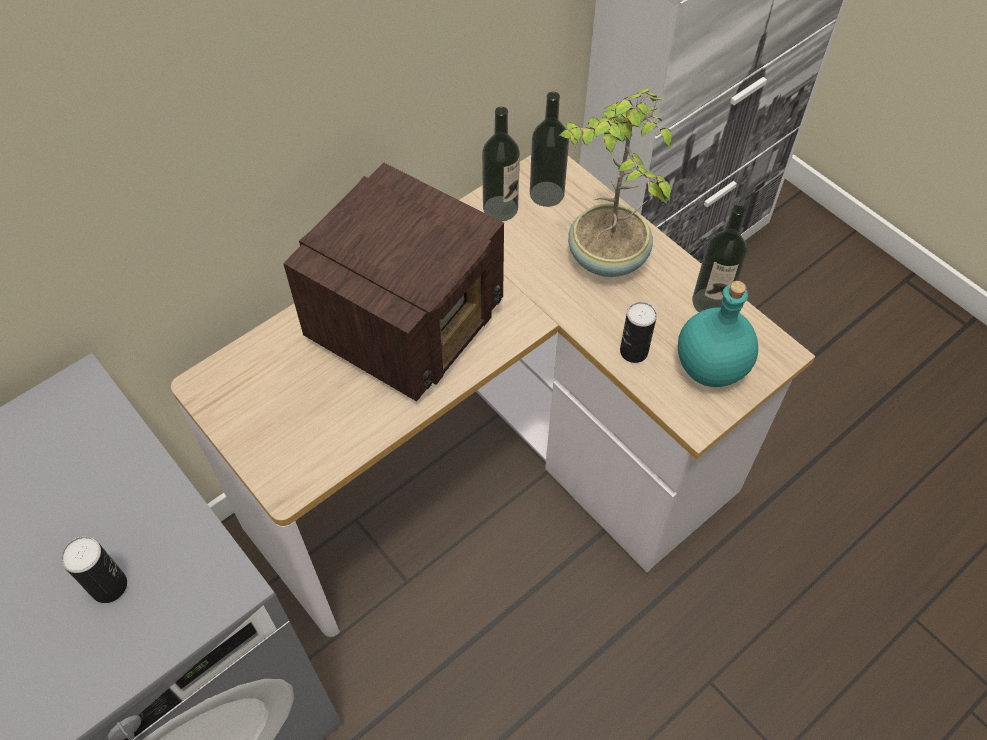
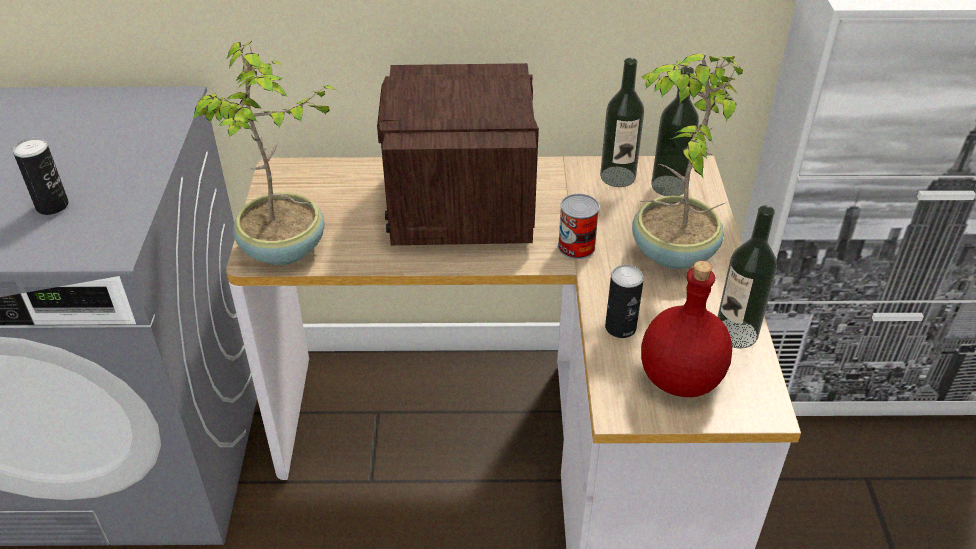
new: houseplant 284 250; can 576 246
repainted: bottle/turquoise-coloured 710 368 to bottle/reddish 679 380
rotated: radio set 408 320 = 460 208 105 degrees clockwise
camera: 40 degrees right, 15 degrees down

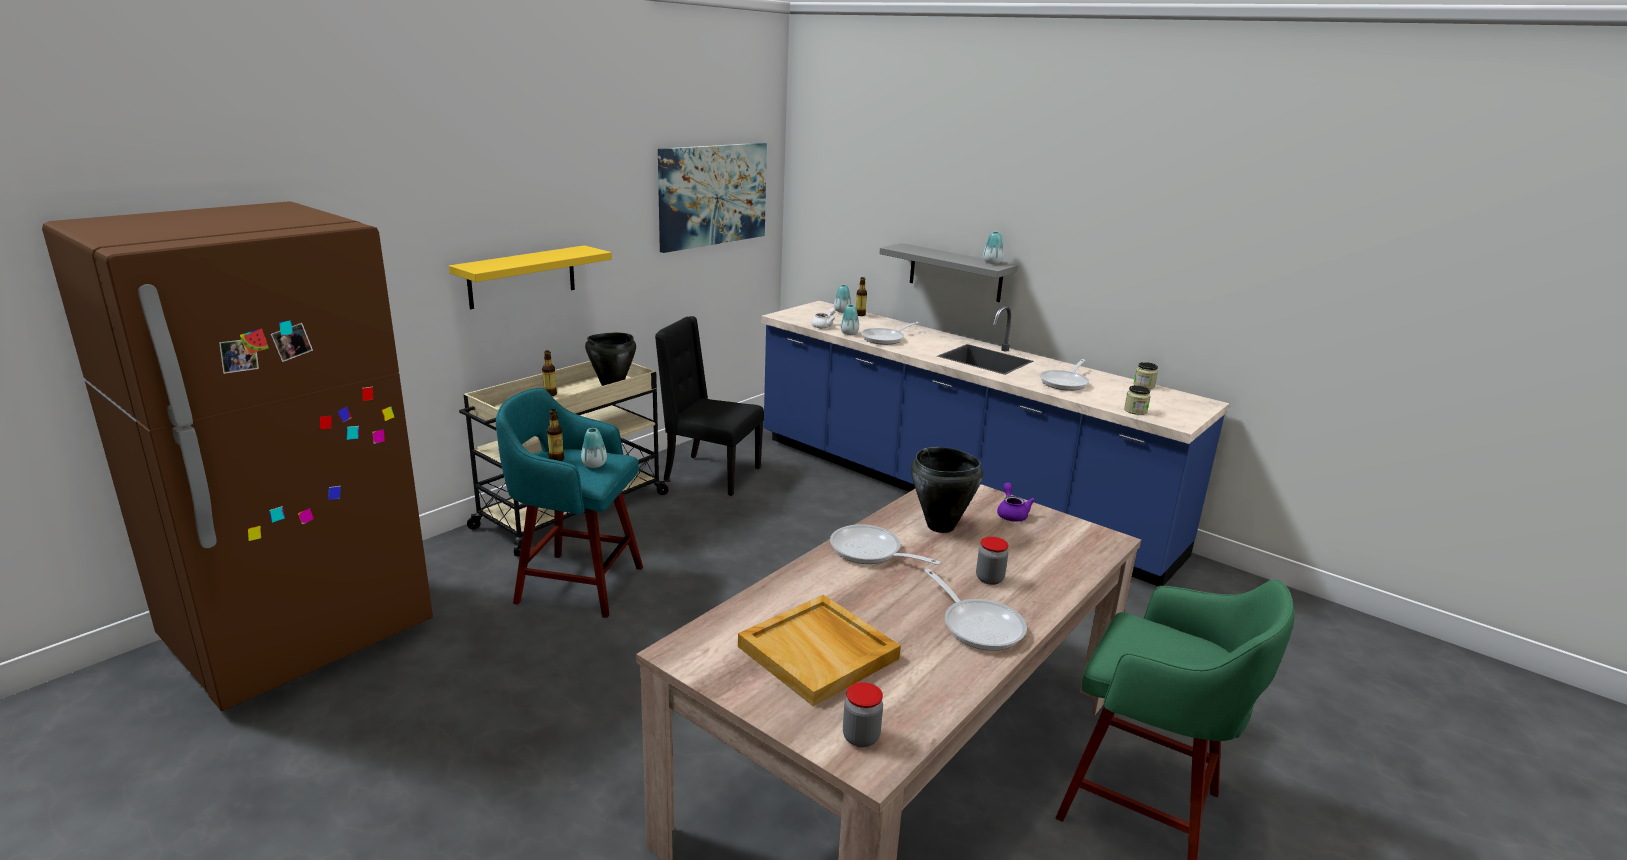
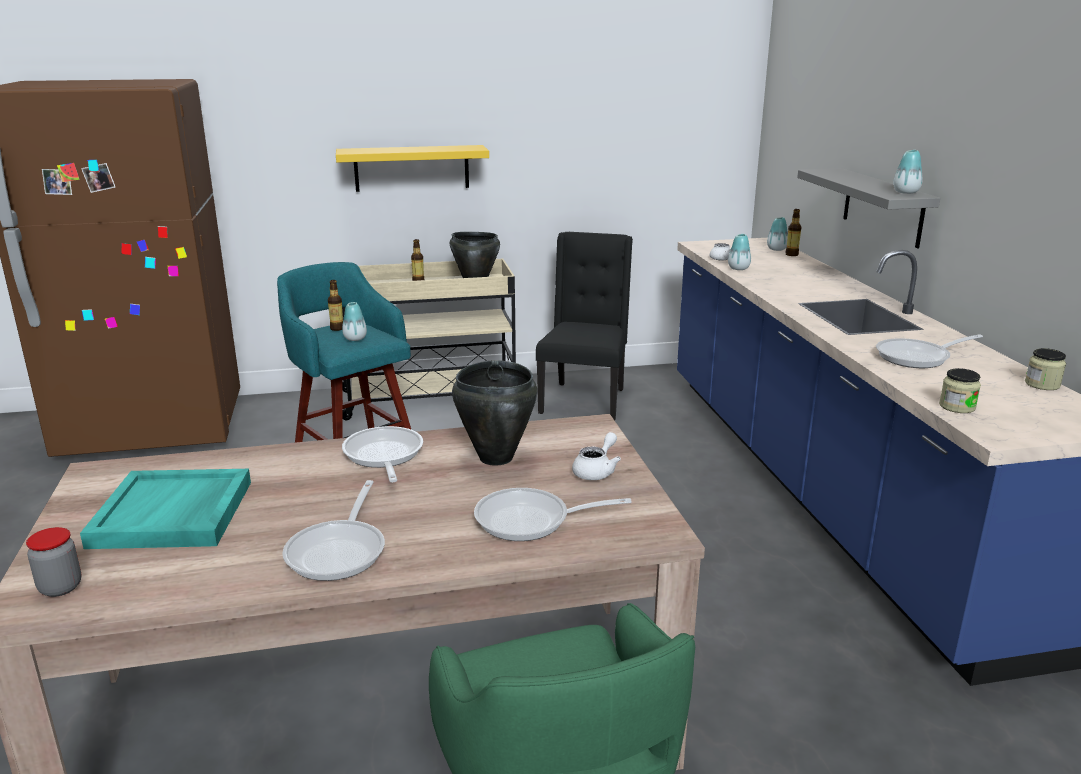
gone: picture 713 195; storage jar 989 579
shifted: frying pan 886 338 to 531 521
repainted: carrying tray/beige 820 653 to carrying tray/turquoise-coloured 173 514; teapot/purplish 1011 514 to teapot/white-coloured 596 471
rotated: plain chair/black 710 474 = 584 400 45 degrees clockwise
camera: 40 degrees right, 0 degrees up

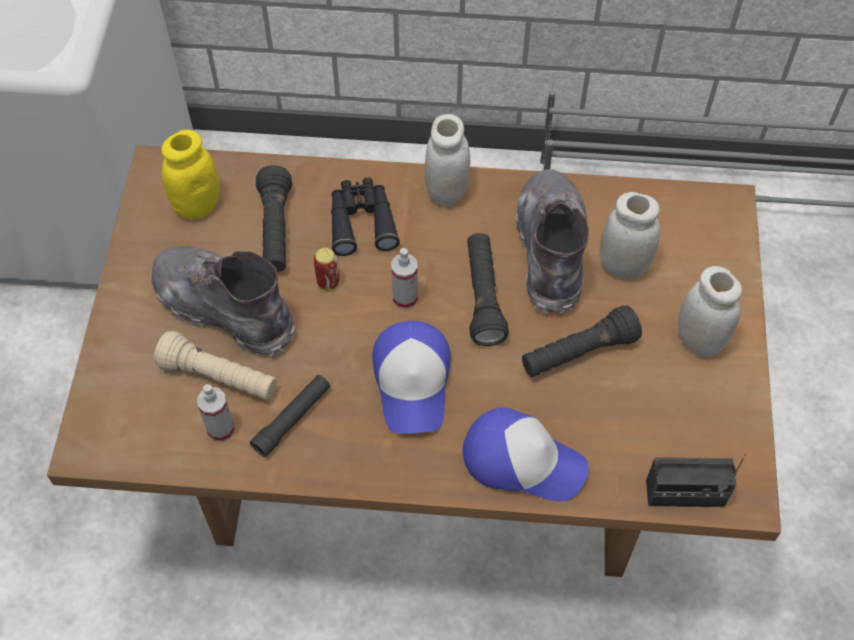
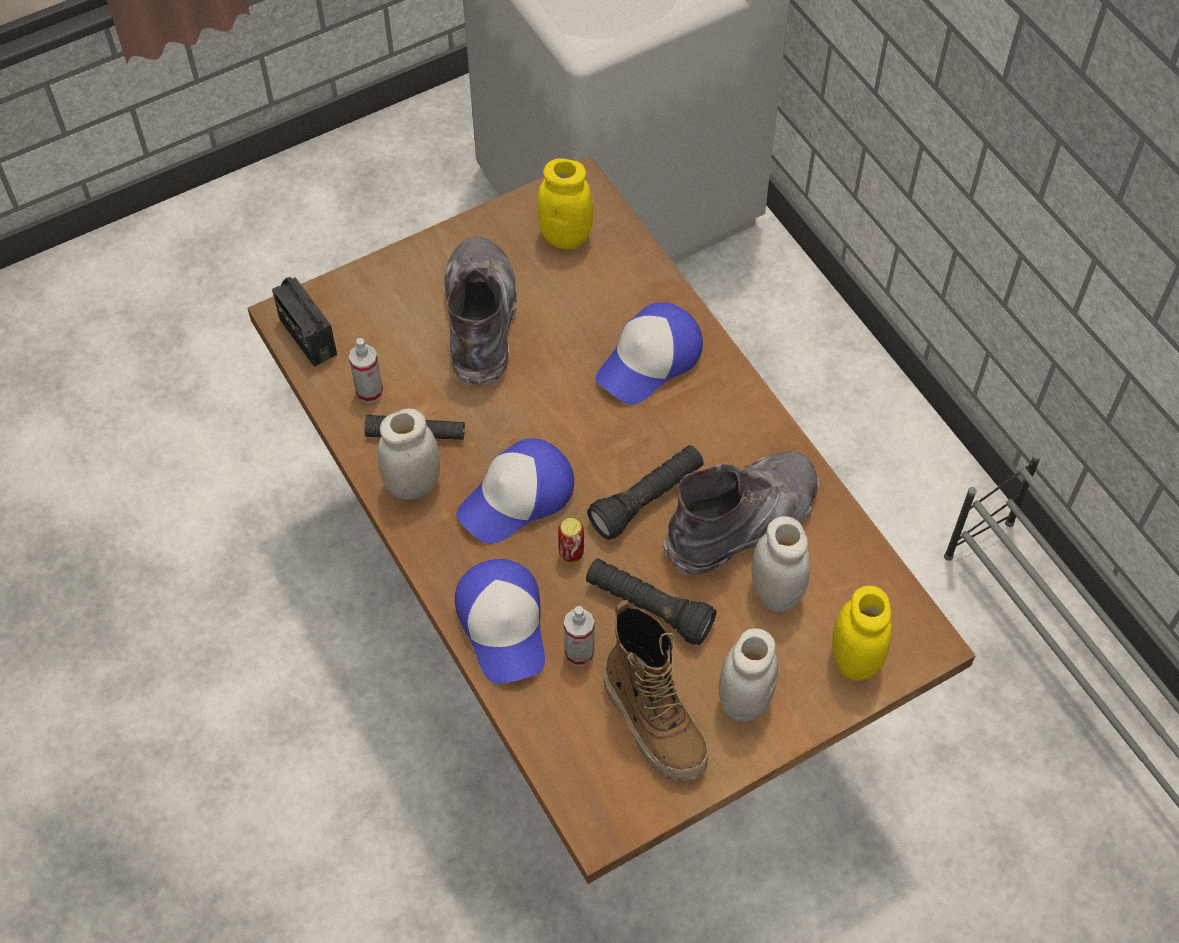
gone: flashlight/beige 219 377; flashlight/black 276 230
new: boot 654 723; storage jar/yellowish 854 659
shifted: can 328 283 to 571 554; hand sprayer 405 298 to 579 653; storage jar/white-coloured 446 191 to 413 484; radio set 685 494 to 307 337
swapped: pair of binoculars/black 361 221 to peaked cap 650 361
camera: 55 degrees right, 0 degrees up

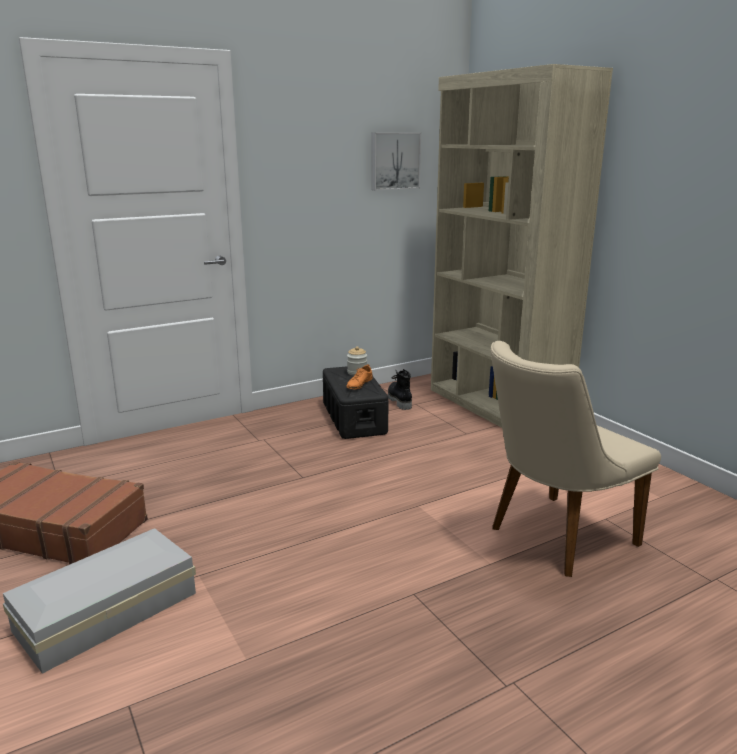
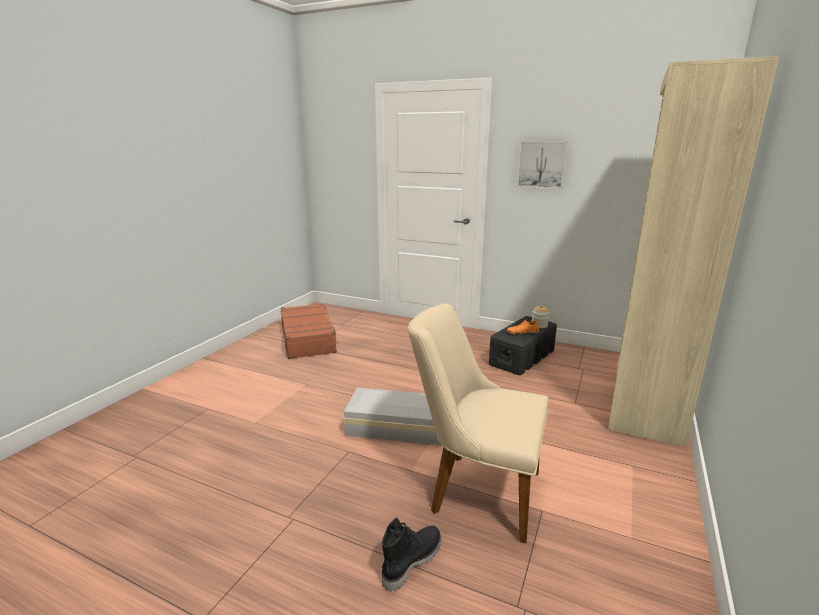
shifted: storage container/white-coloured 103 612 to 396 425; picture 394 161 to 542 164; boot/black 399 400 to 411 561
camera: 55 degrees right, 0 degrees up

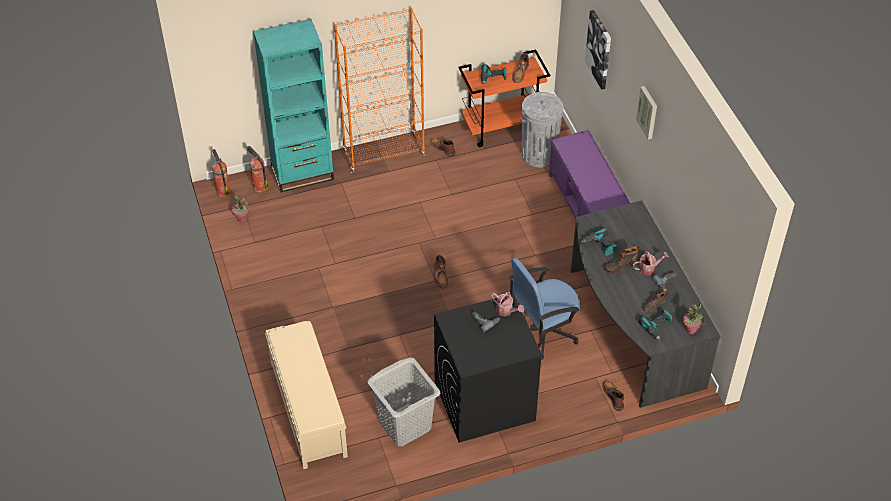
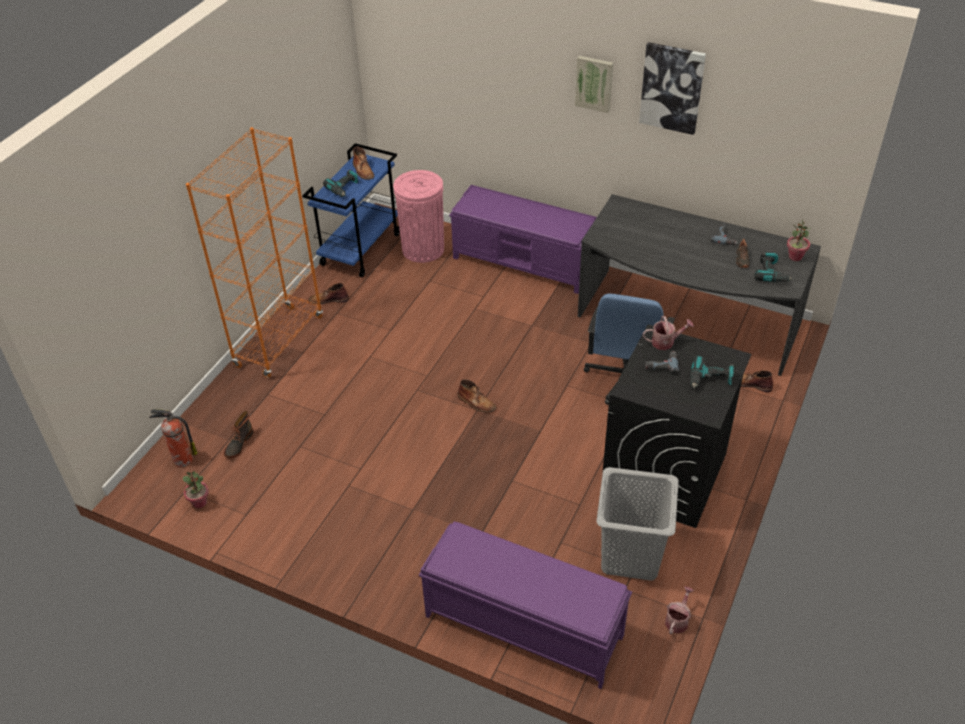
gone: fire-fighting cylinder 223 191; shelving unit/turquoise-coloured 302 173
shifted: drill 600 245 to 710 380; picture 599 49 to 672 88; boot 619 265 to 238 444; watering can 649 268 to 677 620
repainted: indoor bench/beige 308 409 to indoor bench/purplish 522 625; cart/orange 502 126 to cart/blue 360 249; waste bin/gray 539 154 to waste bin/pink 423 249
camera: 45 degrees left, 5 degrees down

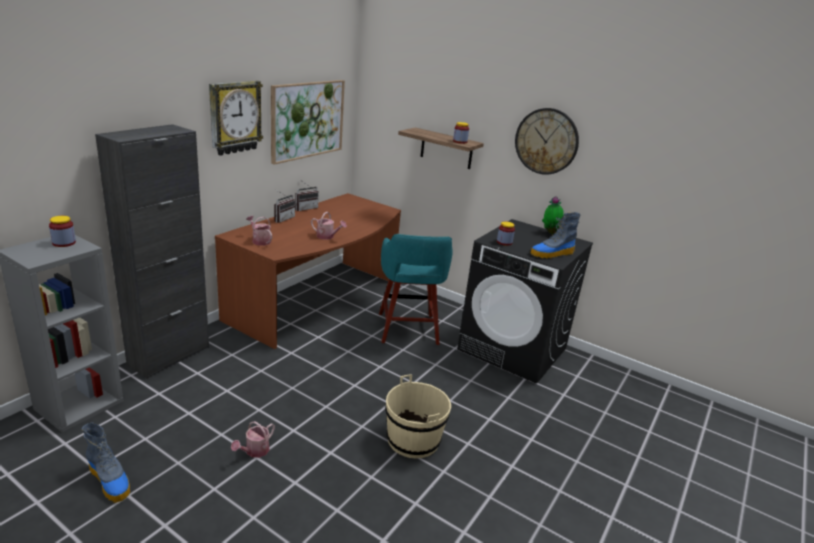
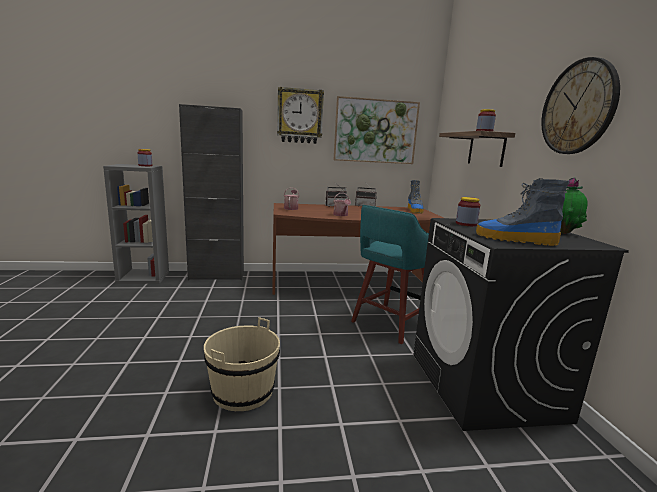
gone: watering can 254 451
shifted: boot 110 481 to 415 211
camera: 50 degrees right, 10 degrees down

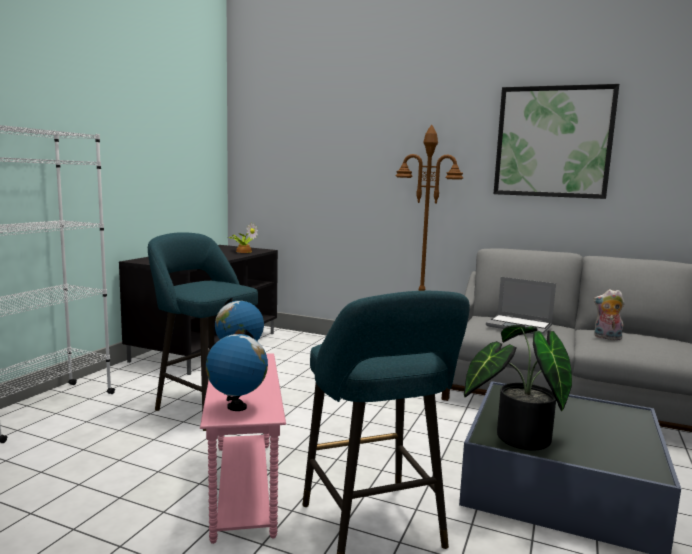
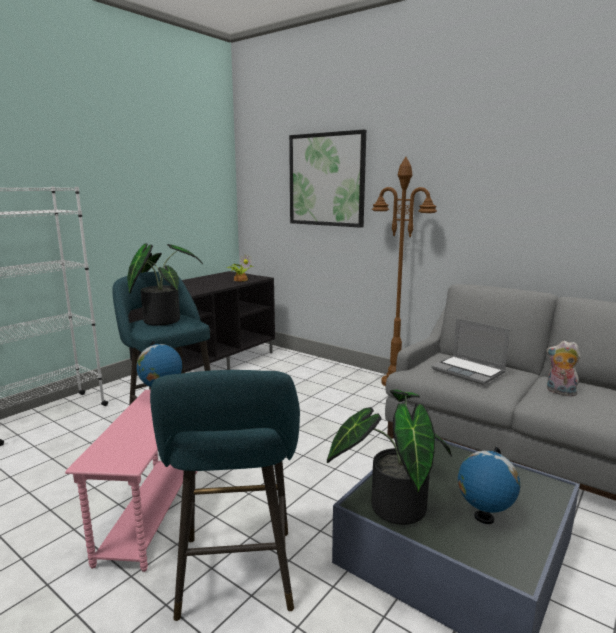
new: houseplant 162 319
shifted: desk globe 236 407 to 483 518; picture 553 142 to 326 180
camera: 15 degrees right, 5 degrees up

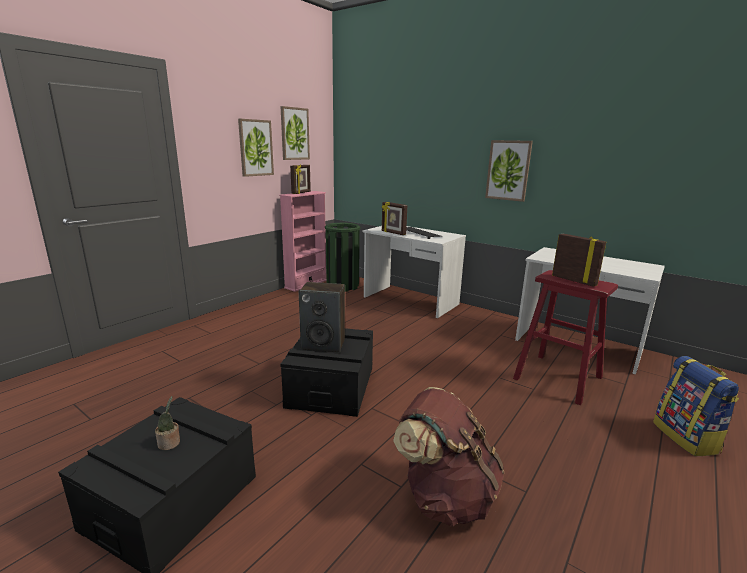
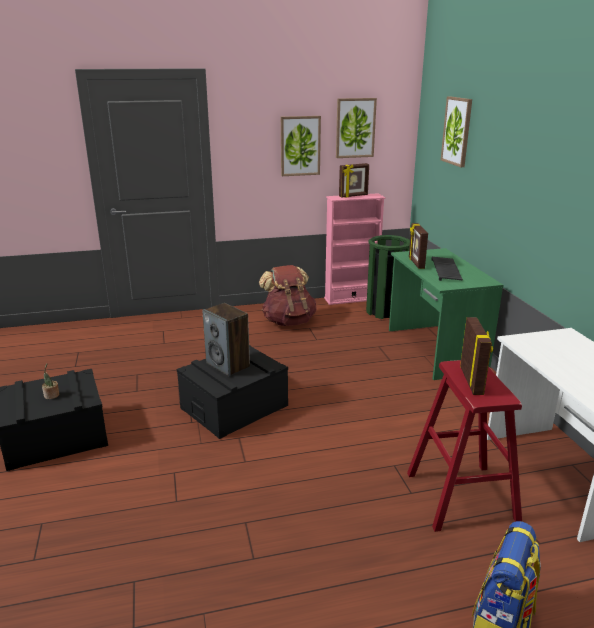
shifted: rucksack/brownish 445 496 to 288 321; picture 508 170 to 457 131
repainted: desk unit/white-coloured 410 301 to desk unit/green-coloured 434 350
camera: 40 degrees right, 5 degrees up

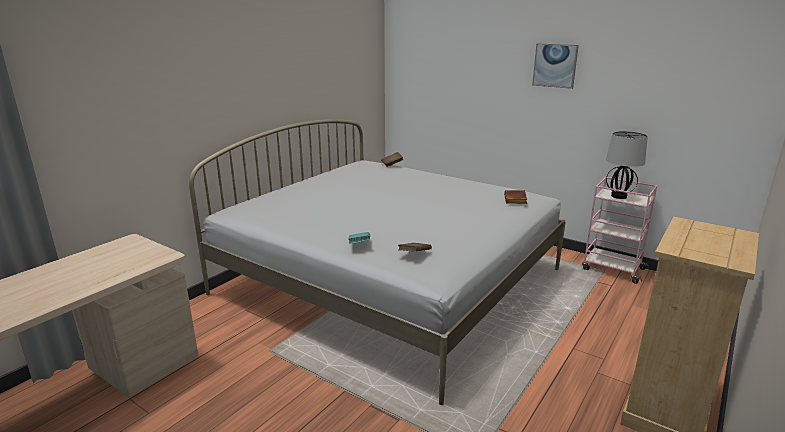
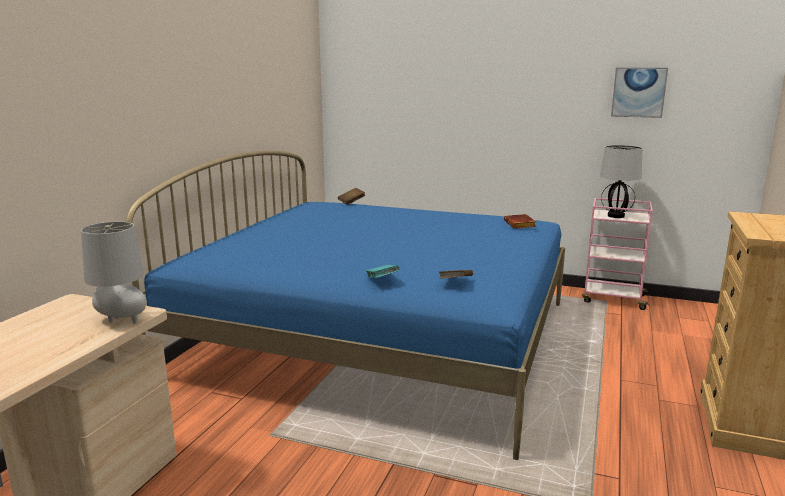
new: tabletop lamp/gray 120 321
shifted: picture 555 65 to 638 92
repainted: sleeping bed/white-coloured 389 281 to sleeping bed/blue 379 338
camera: 15 degrees left, 5 degrees down

